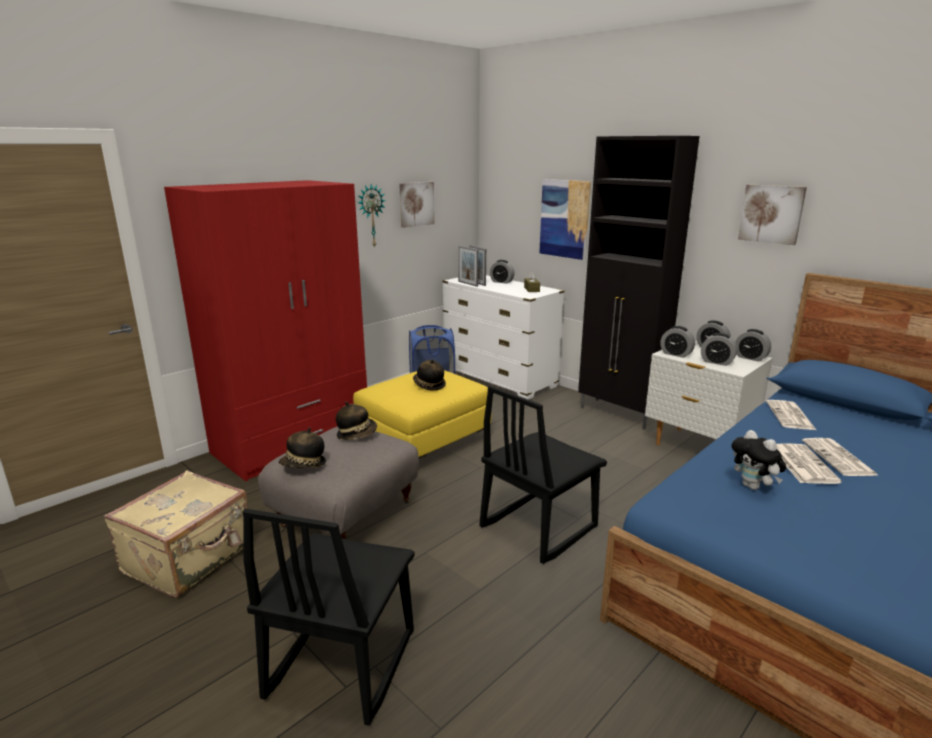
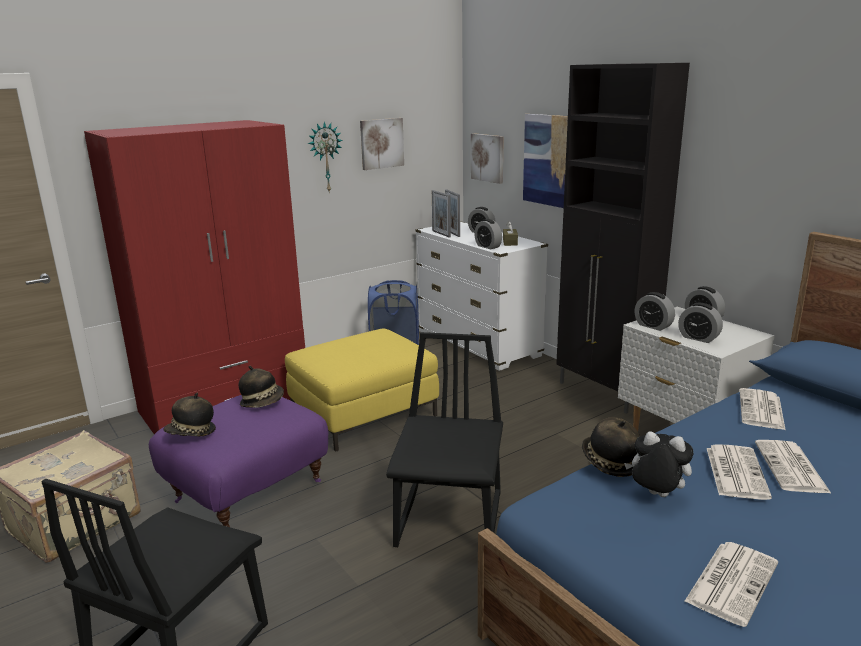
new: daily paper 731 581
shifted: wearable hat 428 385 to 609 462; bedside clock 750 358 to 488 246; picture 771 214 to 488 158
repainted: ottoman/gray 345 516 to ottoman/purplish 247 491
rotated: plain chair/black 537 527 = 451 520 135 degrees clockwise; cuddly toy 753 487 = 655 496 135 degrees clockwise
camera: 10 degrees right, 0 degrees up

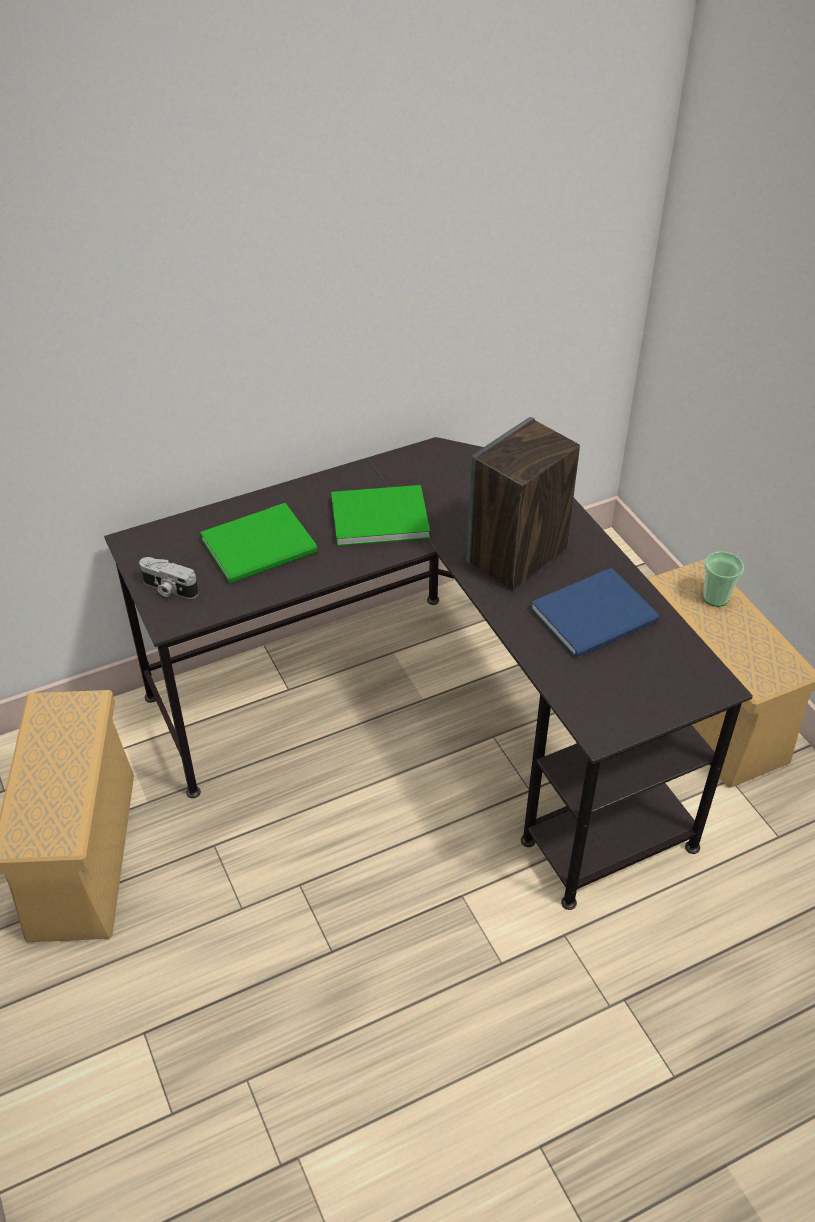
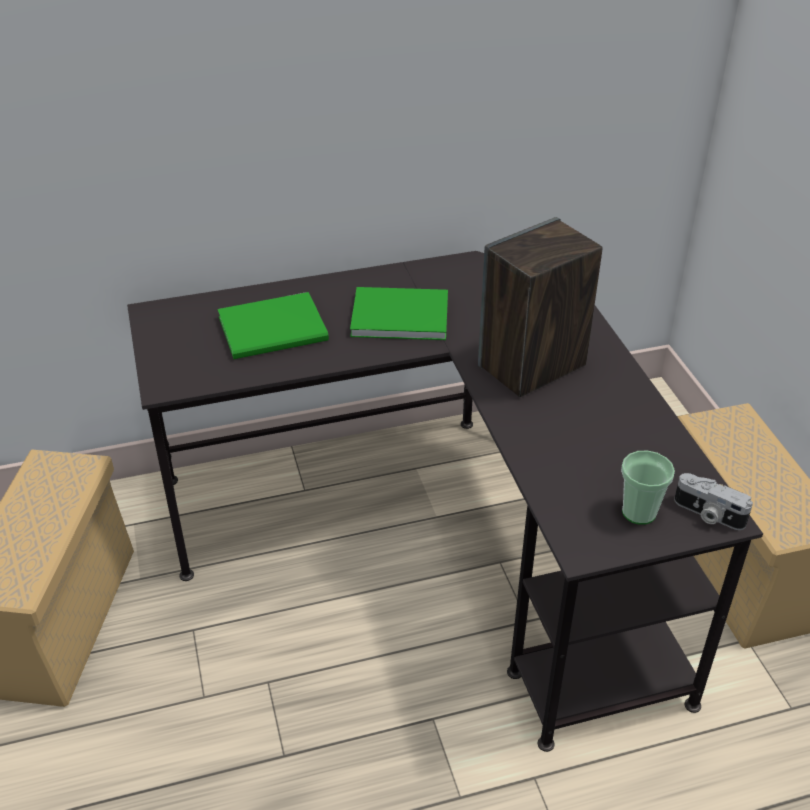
gone: volume/blue 598 616
shifted: still camera 168 589 to 708 514; drinking cup 715 598 to 639 512
camera: 10 degrees right, 5 degrees down

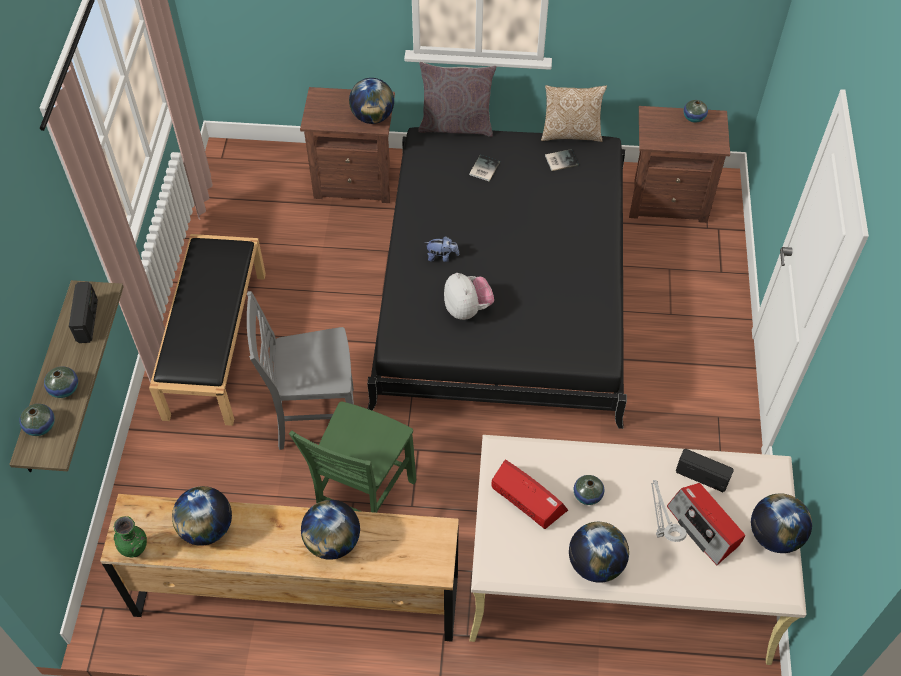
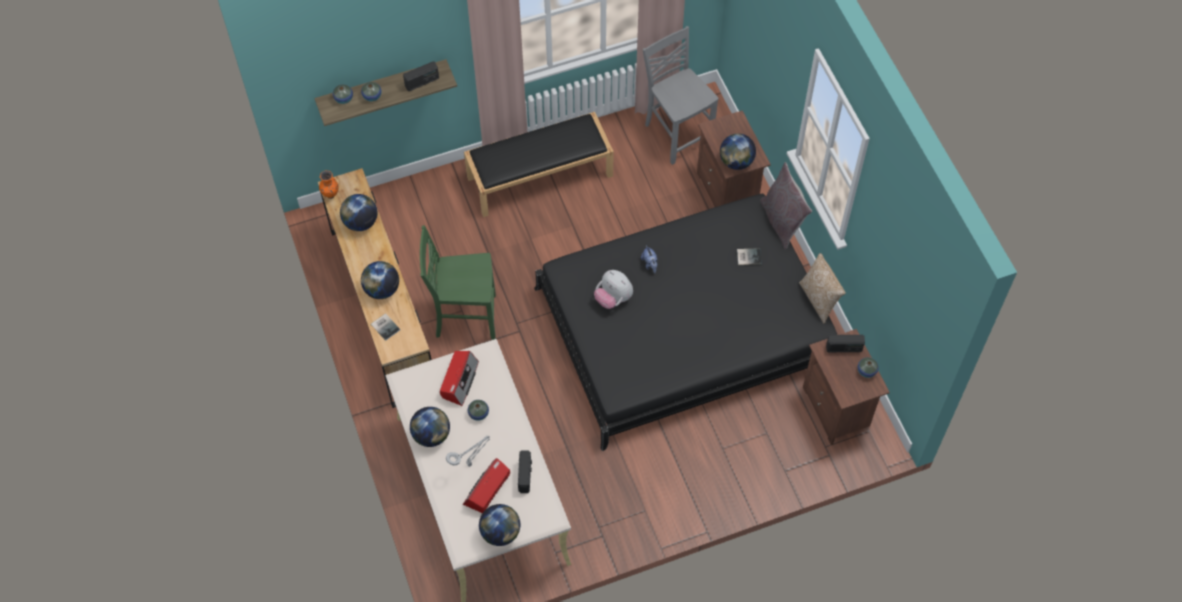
new: radio set 844 348
shifted: plain chair/gray 314 419 to 677 133; volume 560 160 to 385 326
repainted: decorative vase/green-coloured 137 550 to decorative vase/orange 331 196
rotated: cuddly toy 467 309 = 613 298 90 degrees clockwise
camera: 65 degrees right, 5 degrees up

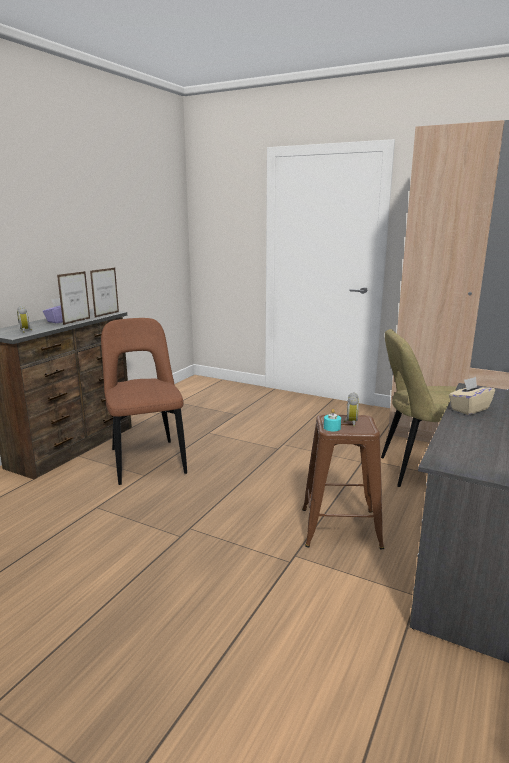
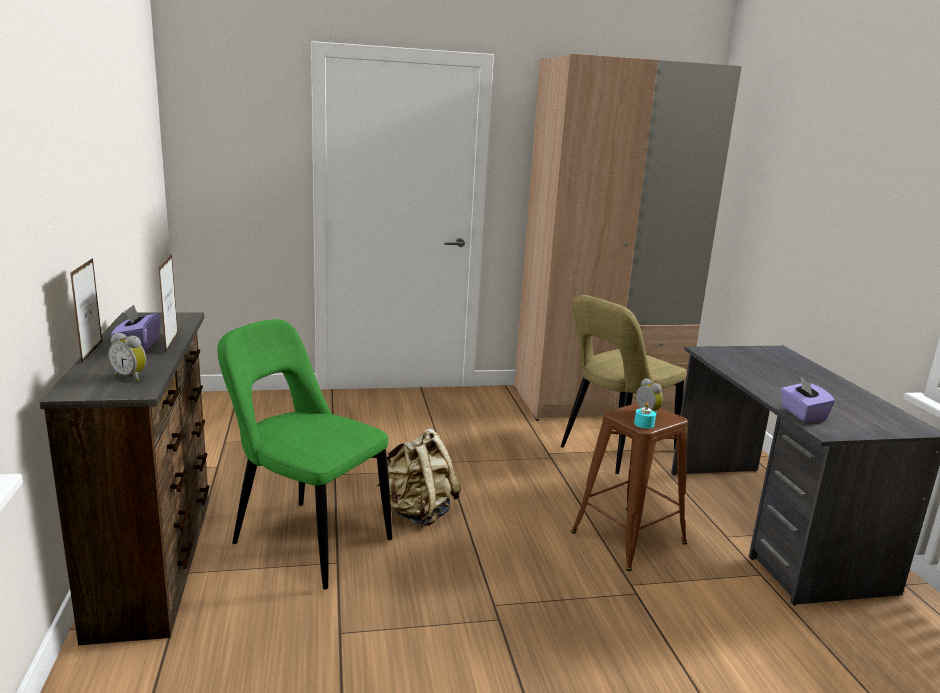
gone: tissue holder/beige 469 409
new: rucksack/beige 417 513; tissue holder/purplish 802 414
shifted: photo frame 107 314 to 92 352
repainted: plain chair/brownish 146 459 to plain chair/green-coloured 306 540
camera: 40 degrees left, 0 degrees up

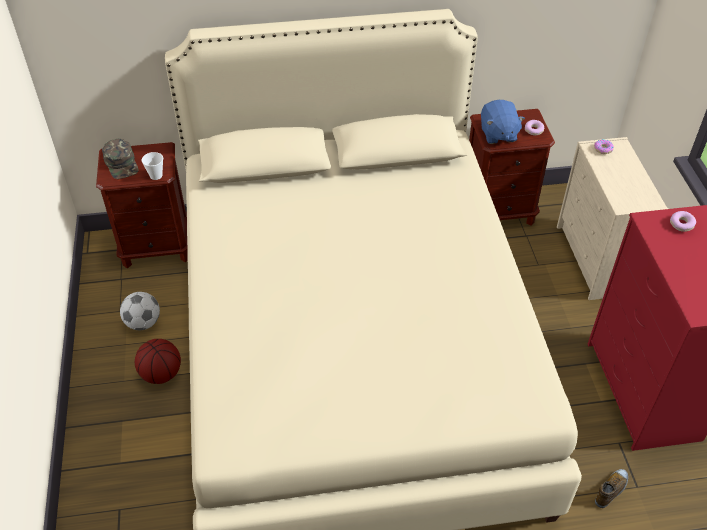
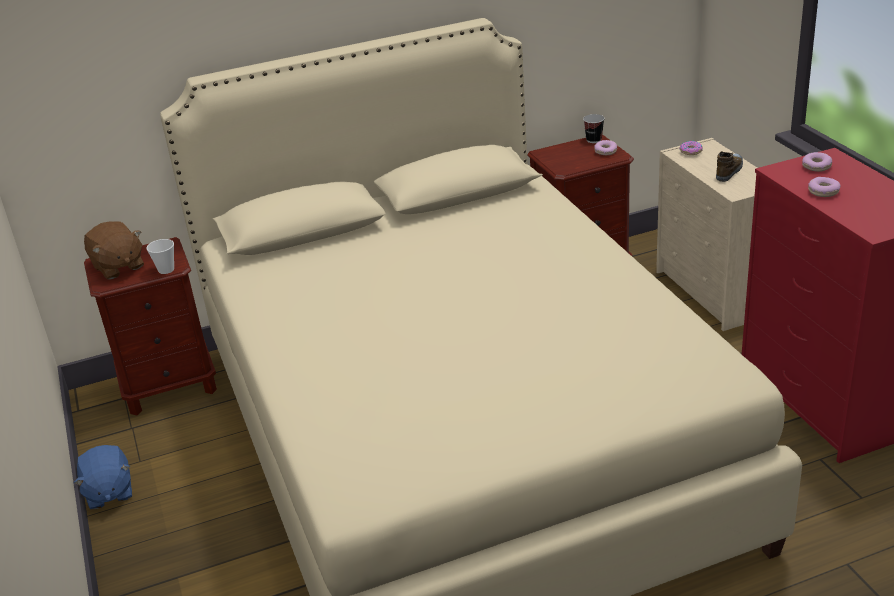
gone: football ball 143 323; basketball ball 161 374
new: drinking cup 594 140; ring doughnut 823 191
shifted: cuddly toy/blue 498 134 to 109 492; low shoe 611 490 to 729 171
swapped: peaked cap/green-coloured 122 163 to cuddly toy/brownish 118 267
camera: 10 degrees left, 15 degrees down

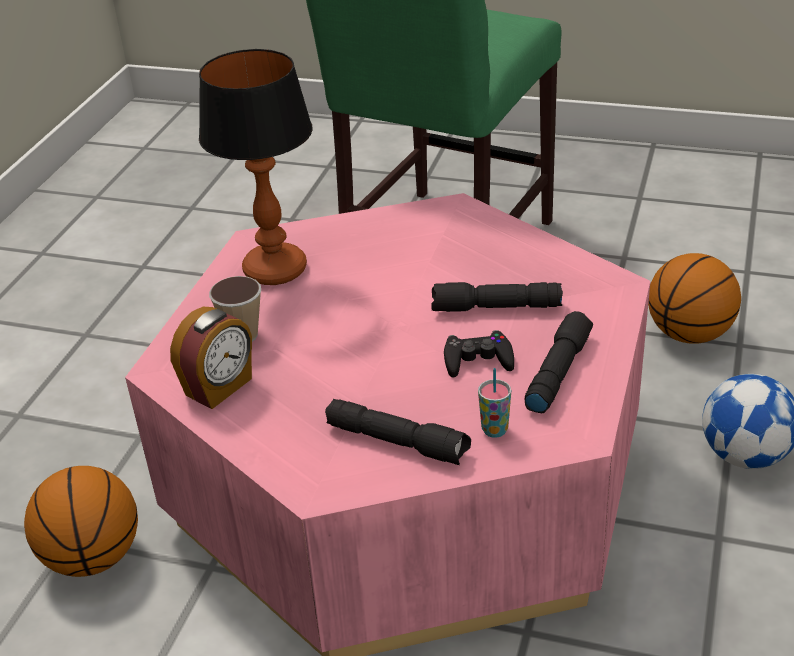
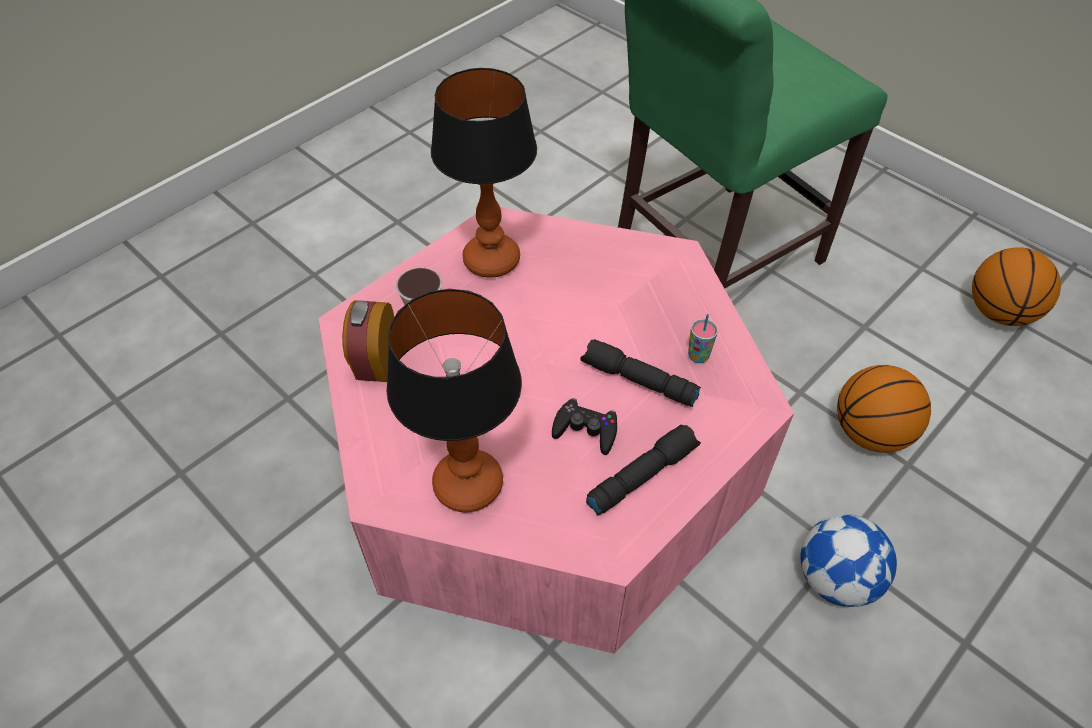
shifted: basketball ball 92 558 to 998 313; drinking cup 494 430 to 698 356
swapped: flashlight/black 398 441 to tabletop lamp 468 483
rotated: bedside clock 220 387 = 375 361 120 degrees clockwise
camera: 25 degrees right, 15 degrees up

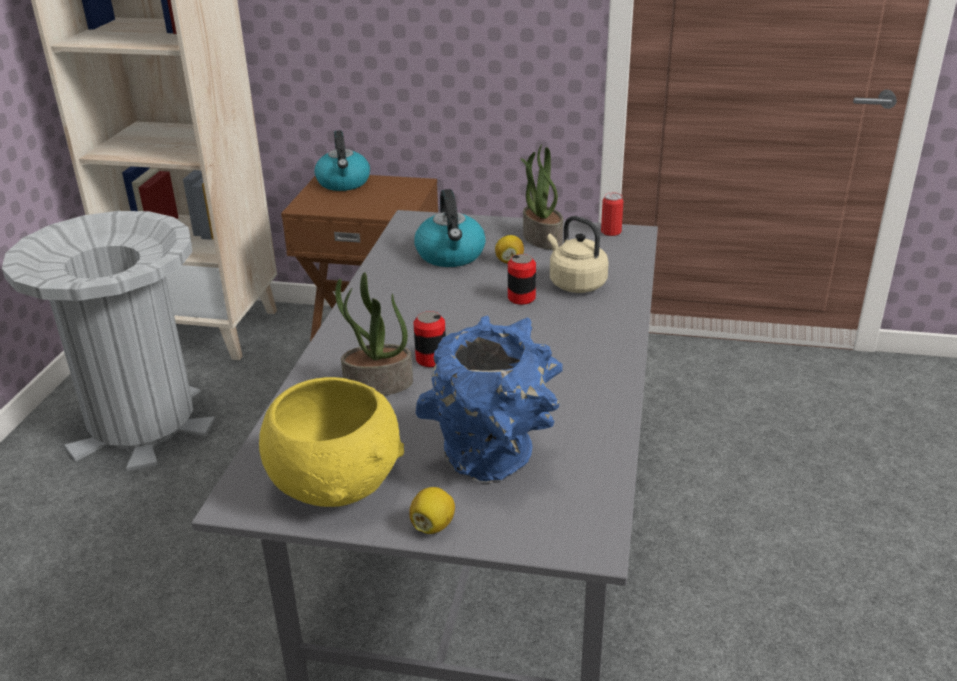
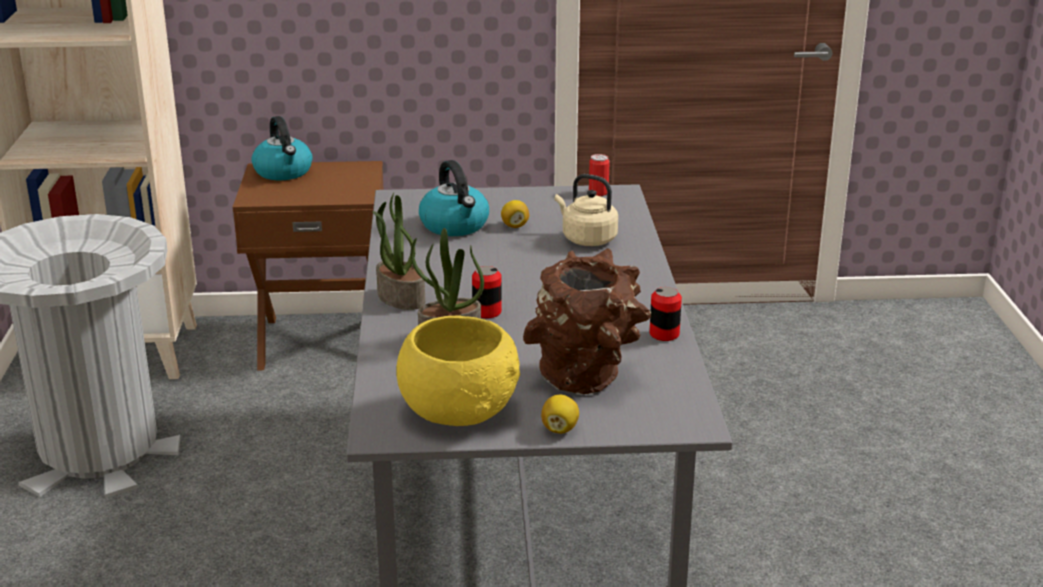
shifted: can 521 298 to 664 334; houseplant 541 238 to 400 298
repainted: decorative vase/blue 495 461 to decorative vase/brownish 587 380
camera: 15 degrees left, 5 degrees down

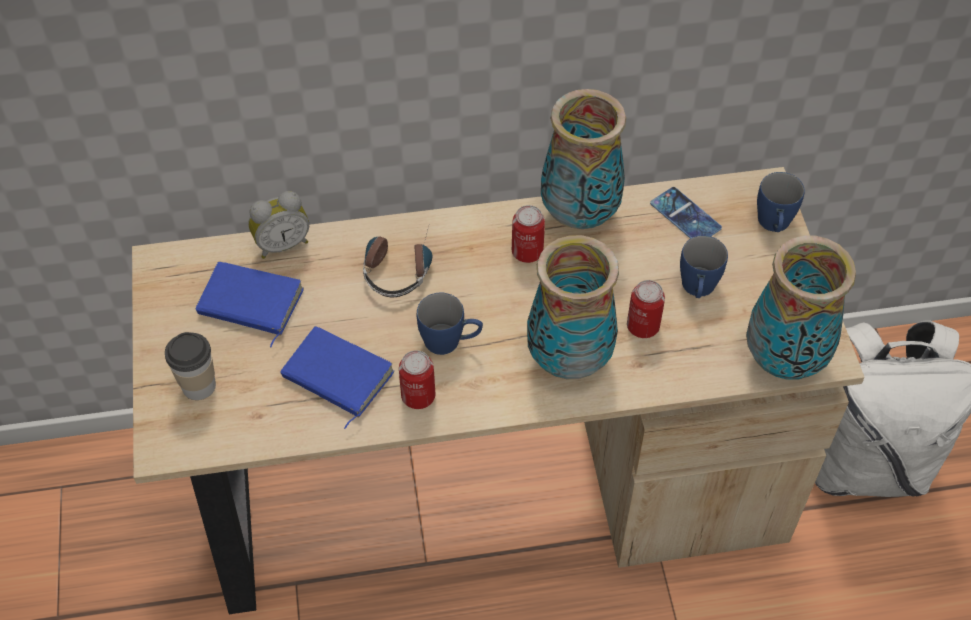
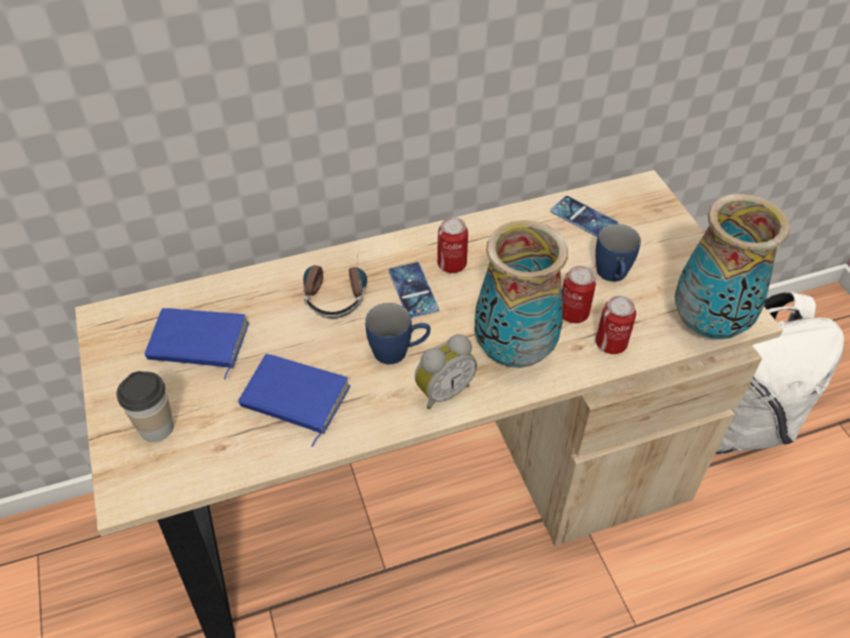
gone: decorative vase 579 215; mug/blue 774 226
new: handset 413 290
shifted: bedside clock 282 244 to 442 391; can 418 396 to 611 344
camera: 10 degrees left, 5 degrees down

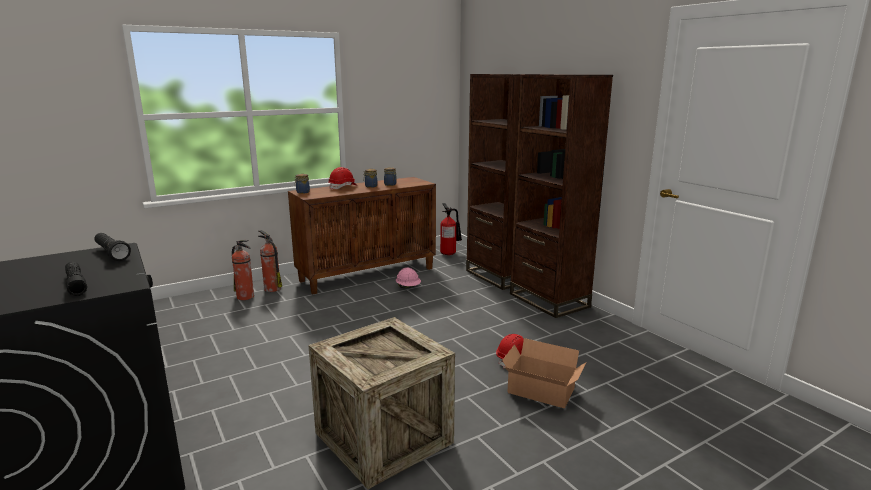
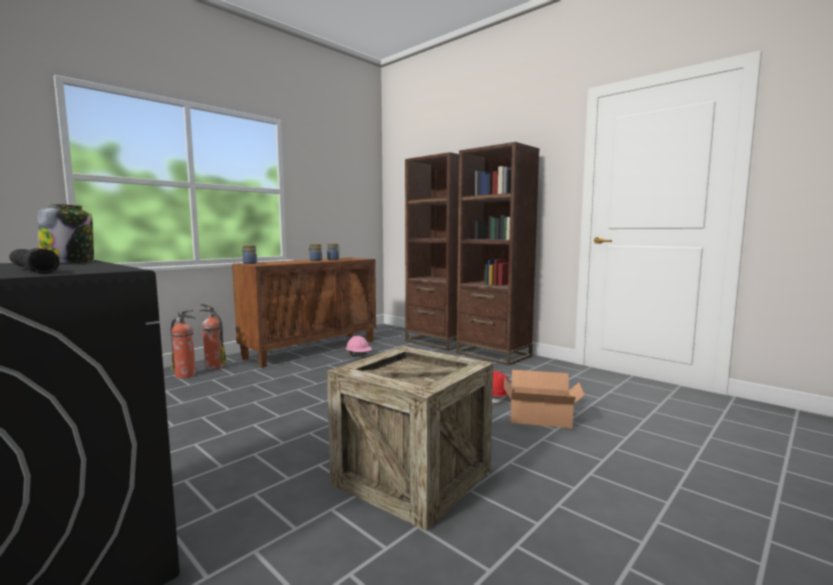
gone: safety helmet/reddish 343 187; fire-fighting cylinder 450 253
swapped: flashlight/black 112 254 to storage jar 69 262
camera: 15 degrees left, 10 degrees down

